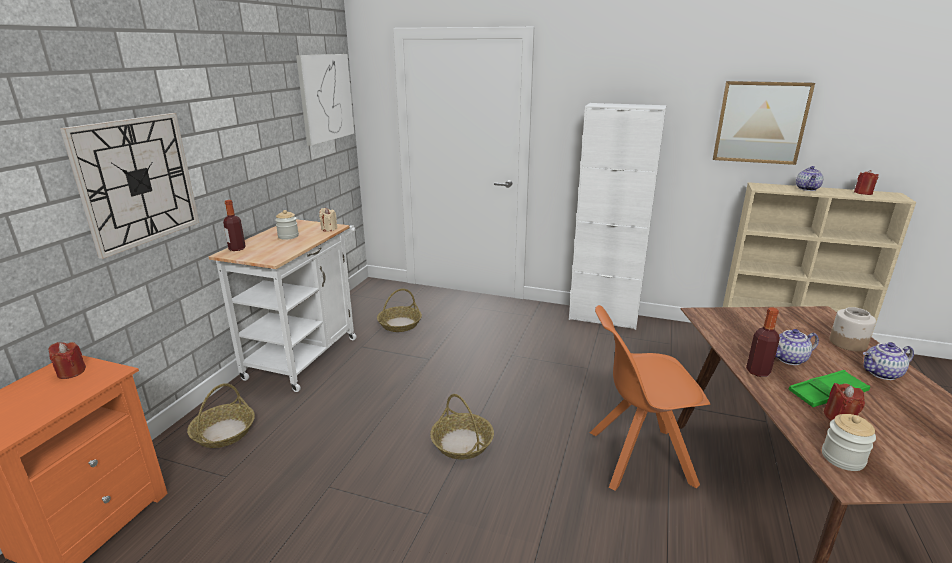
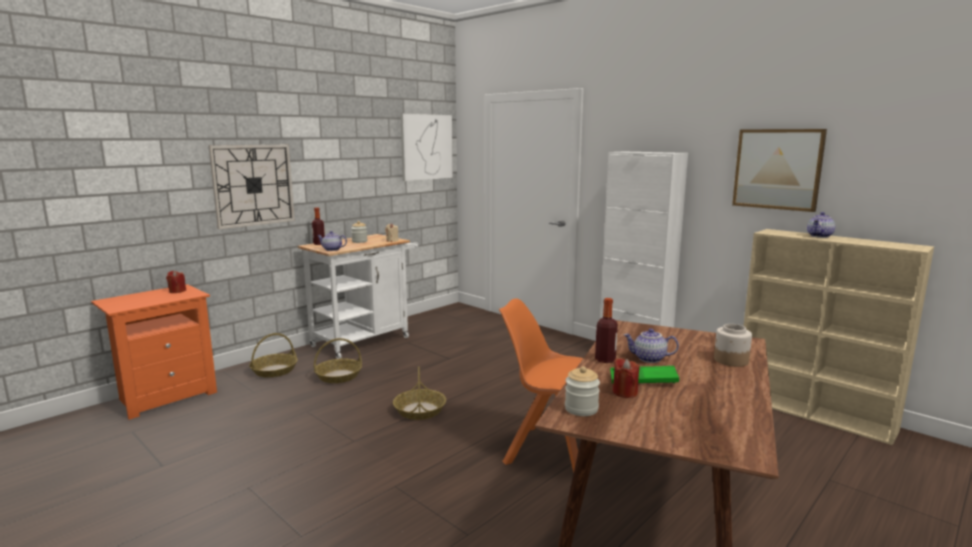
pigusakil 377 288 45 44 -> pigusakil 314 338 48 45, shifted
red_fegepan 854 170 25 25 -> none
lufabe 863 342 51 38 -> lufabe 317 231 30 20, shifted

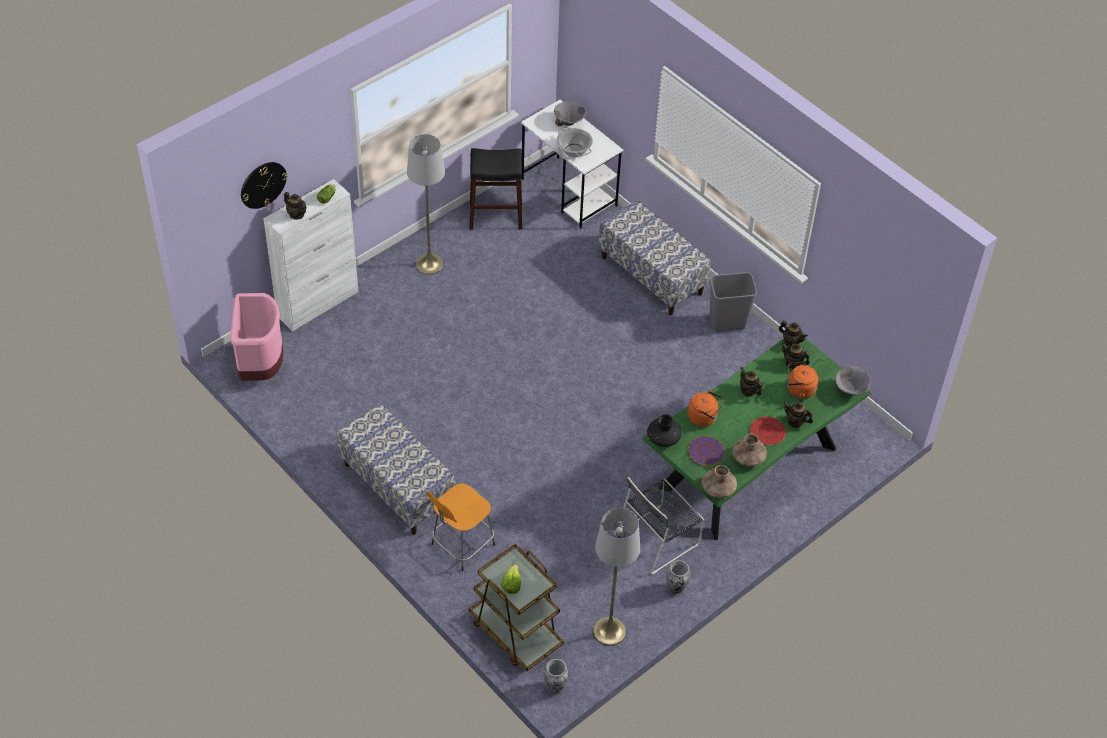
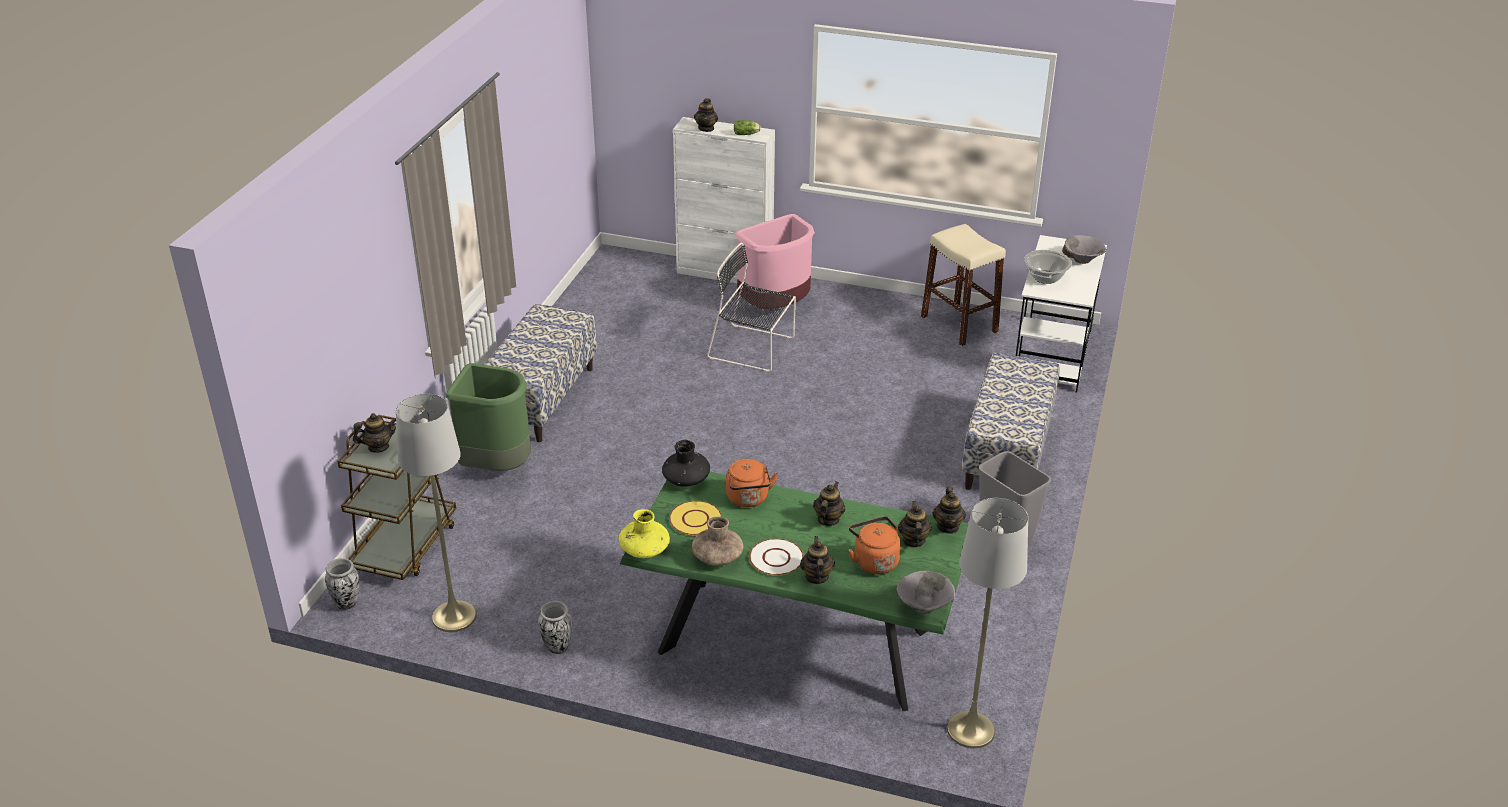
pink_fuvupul 230 293 53 88 -> pink_fuvupul 735 214 80 95, shifted
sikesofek 241 162 46 47 -> none
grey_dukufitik 407 134 38 141 -> grey_dukufitik 947 498 81 250, shifted
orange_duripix 426 484 69 87 -> green_fuvupul 446 363 85 108
black_duripix 470 148 52 82 -> beige_duripix 921 224 85 122
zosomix 501 564 20 30 -> lufabe 353 413 43 40
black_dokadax 614 477 90 97 -> black_dokadax 707 243 89 129, shifted
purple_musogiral 688 436 37 30 -> yellow_musogiral 669 501 53 34
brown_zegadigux 702 465 35 33 -> yellow_zegadigux 619 509 51 49
red_musogiral 750 416 36 29 -> white_musogiral 749 538 55 37

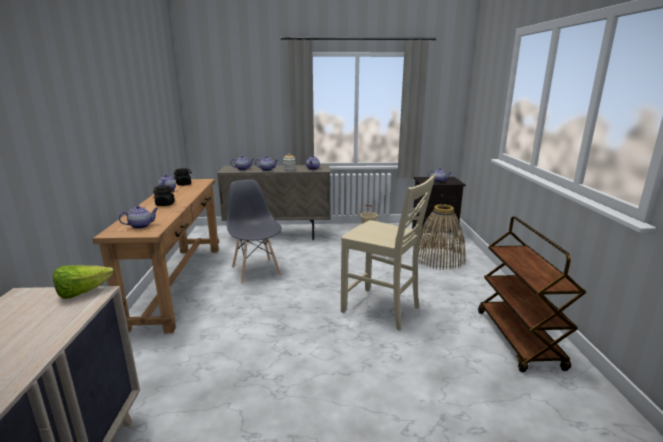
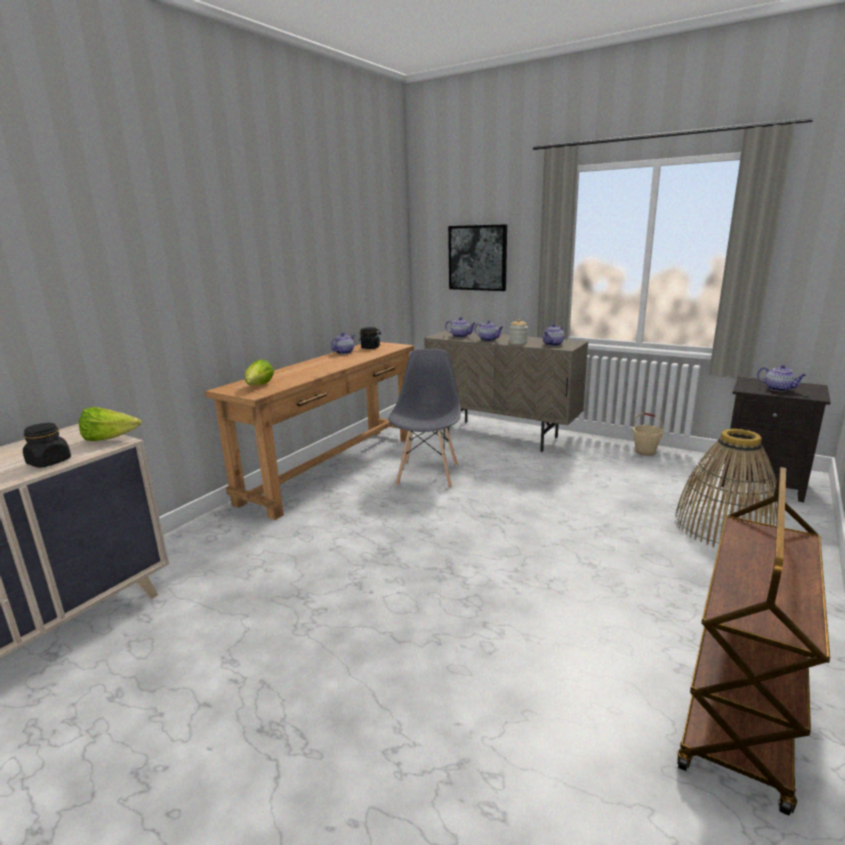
lufabe 119 206 39 23 -> zosomix 245 359 29 26
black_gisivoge 153 185 22 21 -> black_gisivoge 23 423 48 45, shifted
beige_dokadax 341 174 95 157 -> none
none -> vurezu 448 224 59 67

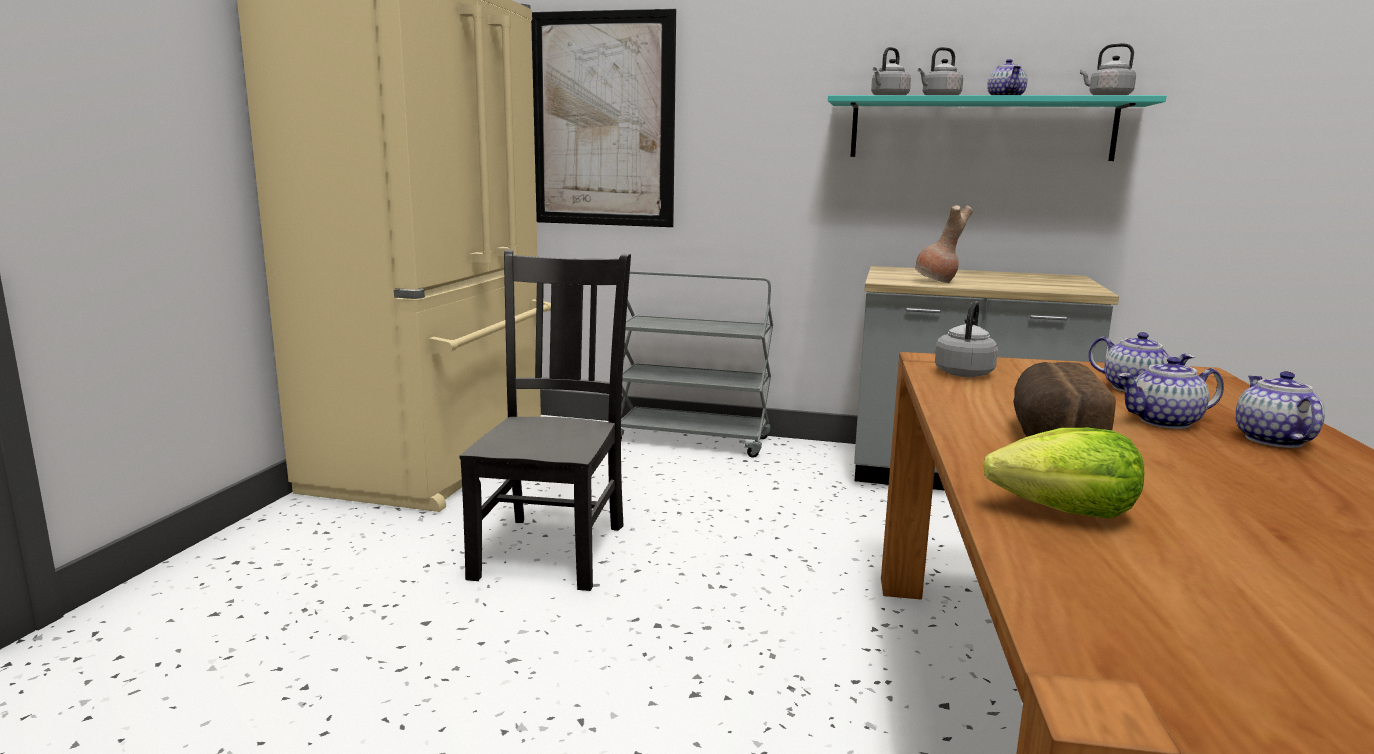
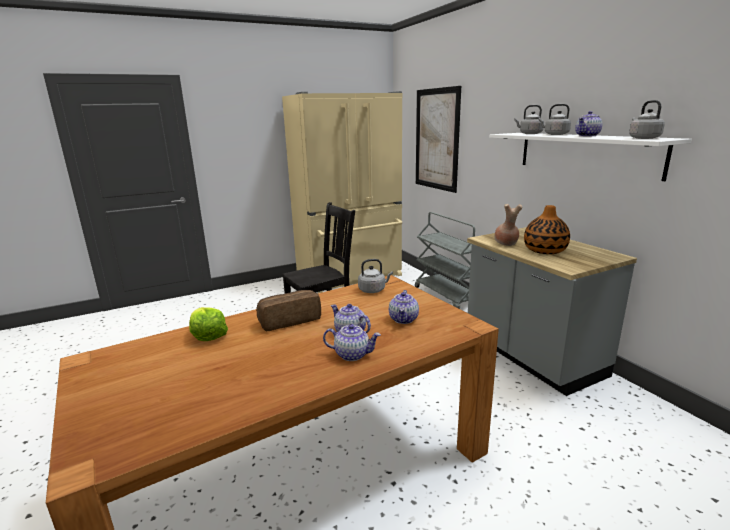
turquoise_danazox 828 95 339 66 -> white_danazox 489 133 203 48
lufabe 1235 371 90 77 -> lufabe 323 324 58 37, 45 degrees clockwise
none -> zegadigux 524 205 46 49

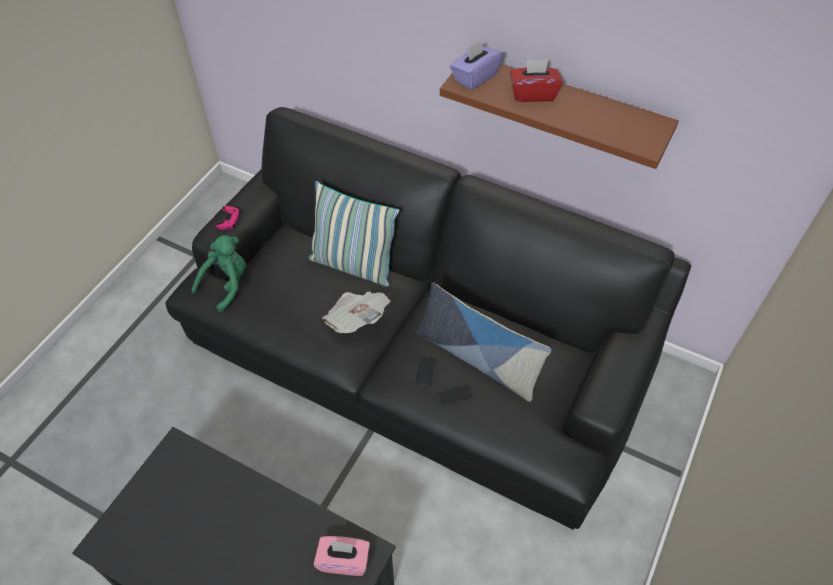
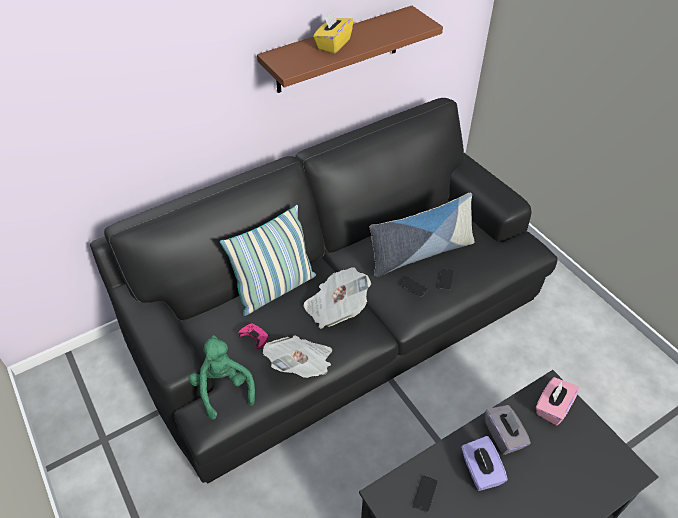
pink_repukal 215 206 25 24 -> pink_repukal 239 323 30 26, shifted
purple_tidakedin 450 40 53 50 -> purple_tidakedin 461 436 47 55, shifted
red_tidakedin 510 60 53 42 -> yellow_tidakedin 313 11 40 43
none -> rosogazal 263 336 69 42
none -> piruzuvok 413 475 25 38
none -> grey_tidakedin 485 405 46 50

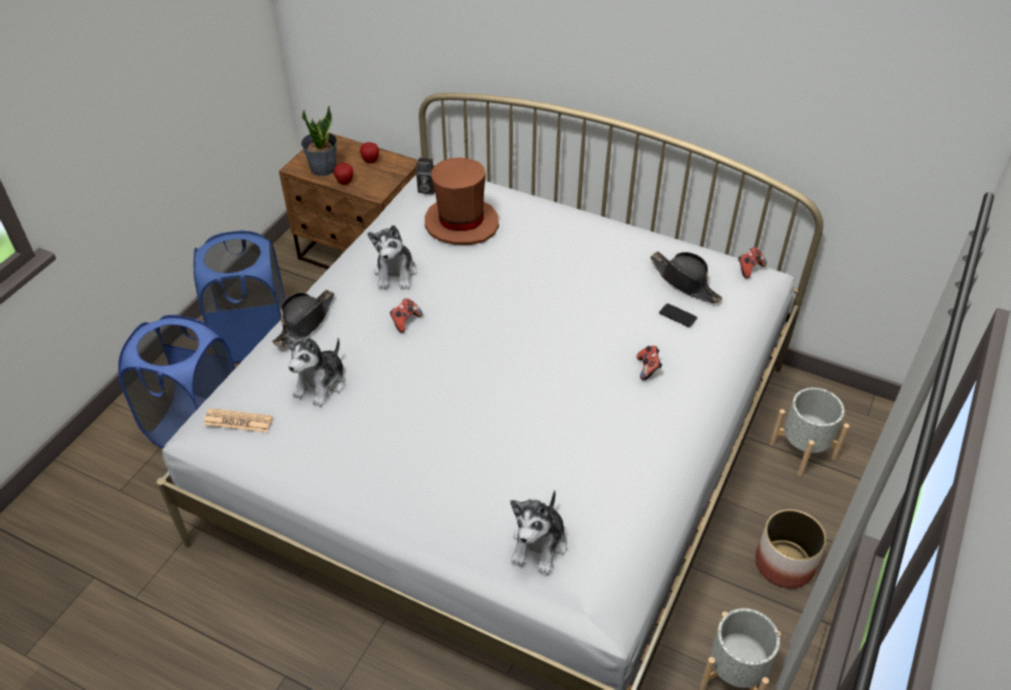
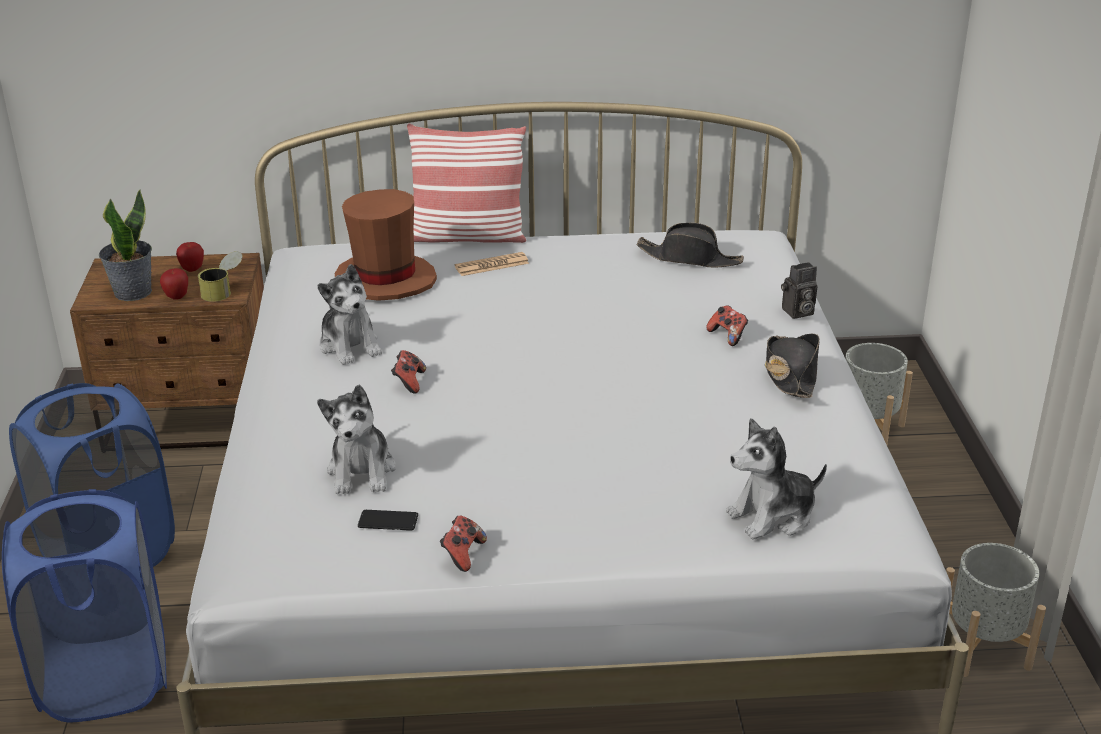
rosogazal 204 408 69 24 -> rosogazal 455 252 74 24, shifted
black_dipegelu 272 290 62 57 -> black_dipegelu 765 334 55 64, shifted
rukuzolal 416 158 19 36 -> rukuzolal 781 262 36 57, shifted
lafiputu 510 490 57 85 -> lafiputu 726 418 101 122, 75 degrees clockwise
piruzuvok 659 303 38 24 -> piruzuvok 358 510 60 21, shifted
repukal 738 247 29 32 -> repukal 440 516 47 56, shifted
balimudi 755 509 72 79 -> none
none -> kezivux 198 251 45 51
none -> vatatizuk 407 124 119 119

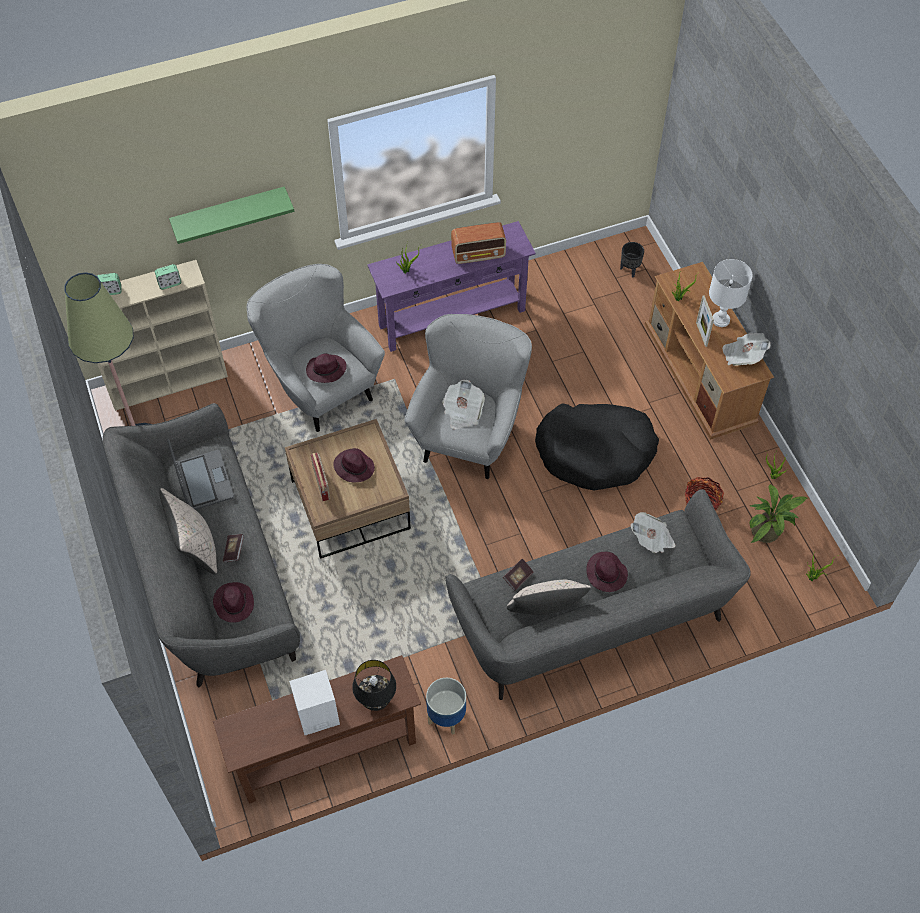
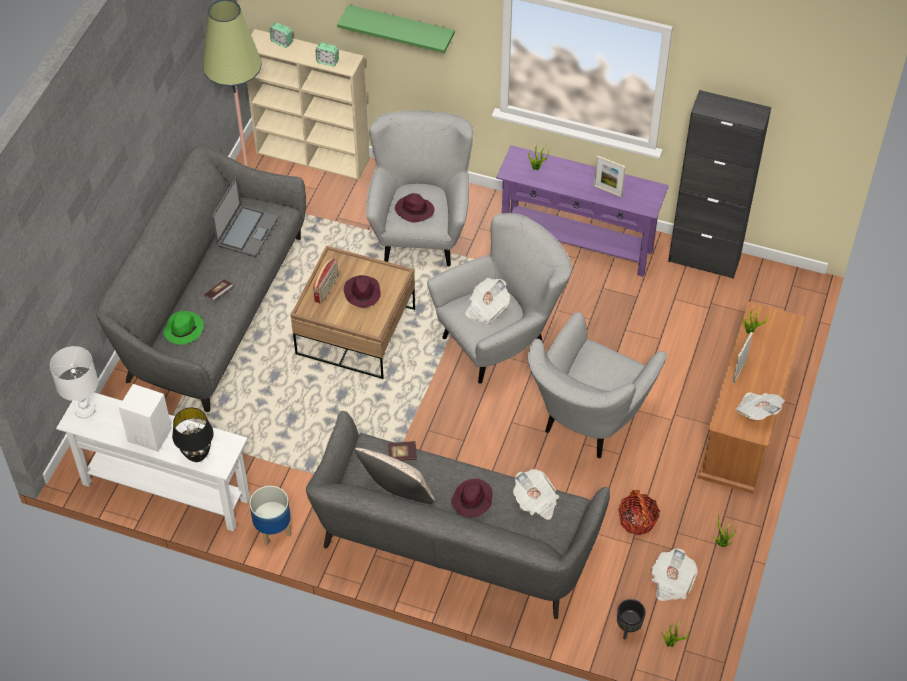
beige_vatatizuk 159 488 58 86 -> none
purple_dipegelu 213 582 41 41 -> green_dipegelu 164 311 40 34
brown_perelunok 213 655 208 149 -> white_perelunok 56 392 194 139
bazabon 451 222 55 42 -> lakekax 594 155 32 42
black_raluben 535 403 124 87 -> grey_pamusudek 528 312 139 146
black_balimudi 620 242 24 36 -> black_balimudi 617 599 28 41, shifted
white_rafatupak 709 259 44 68 -> white_rafatupak 50 346 48 73, shifted
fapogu 749 484 58 59 -> rosogazal 651 548 47 53
none -> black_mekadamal 668 90 103 189

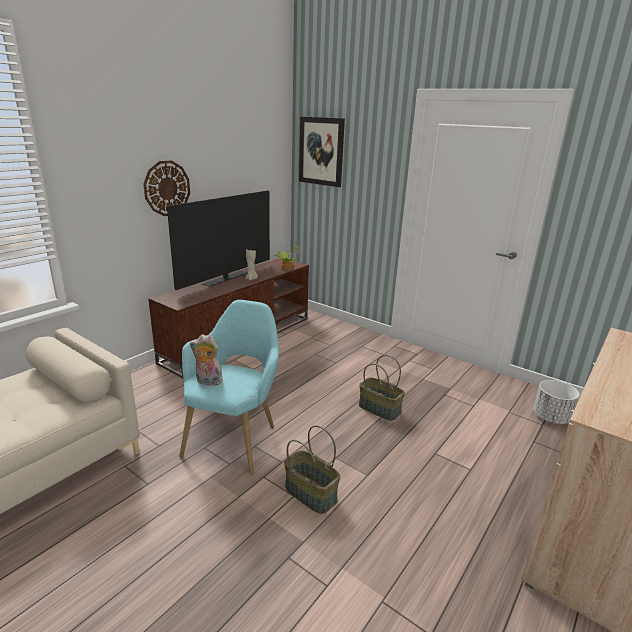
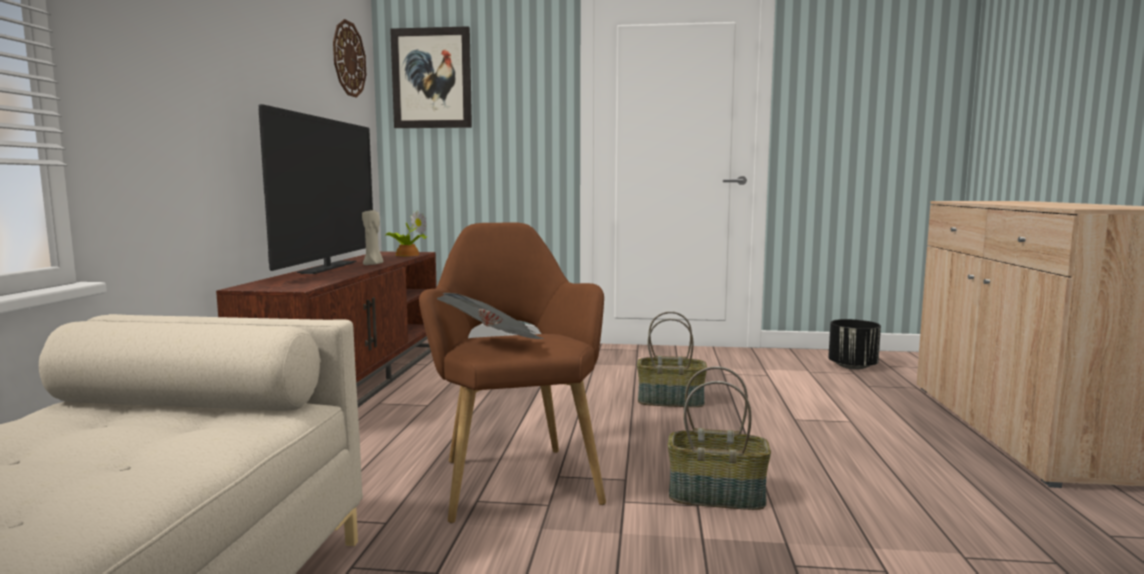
sikesofek 143 160 47 56 -> sikesofek 333 19 33 79, shifted
turquoise_pamusudek 179 300 100 175 -> brown_pamusudek 419 222 187 301
lafiputu 190 334 33 52 -> rosogazal 437 293 107 46
white_balimudi 533 380 46 44 -> black_balimudi 828 319 53 51

